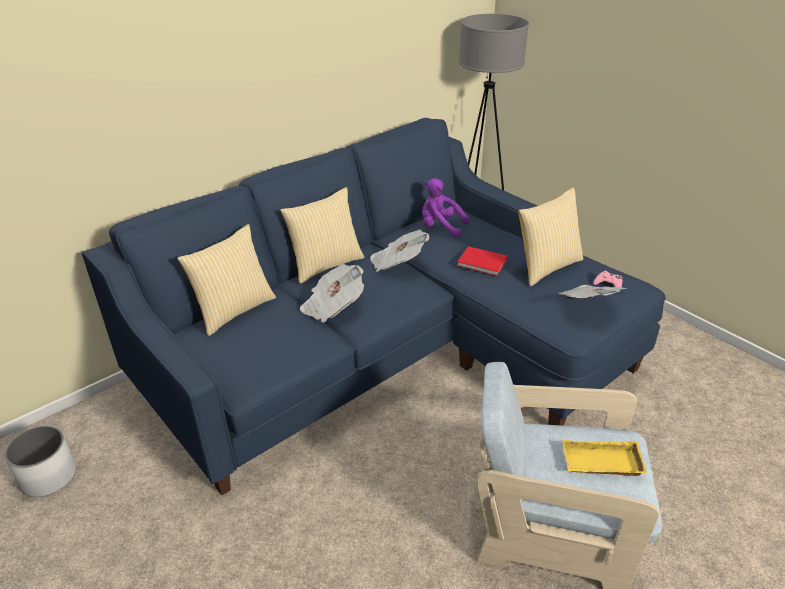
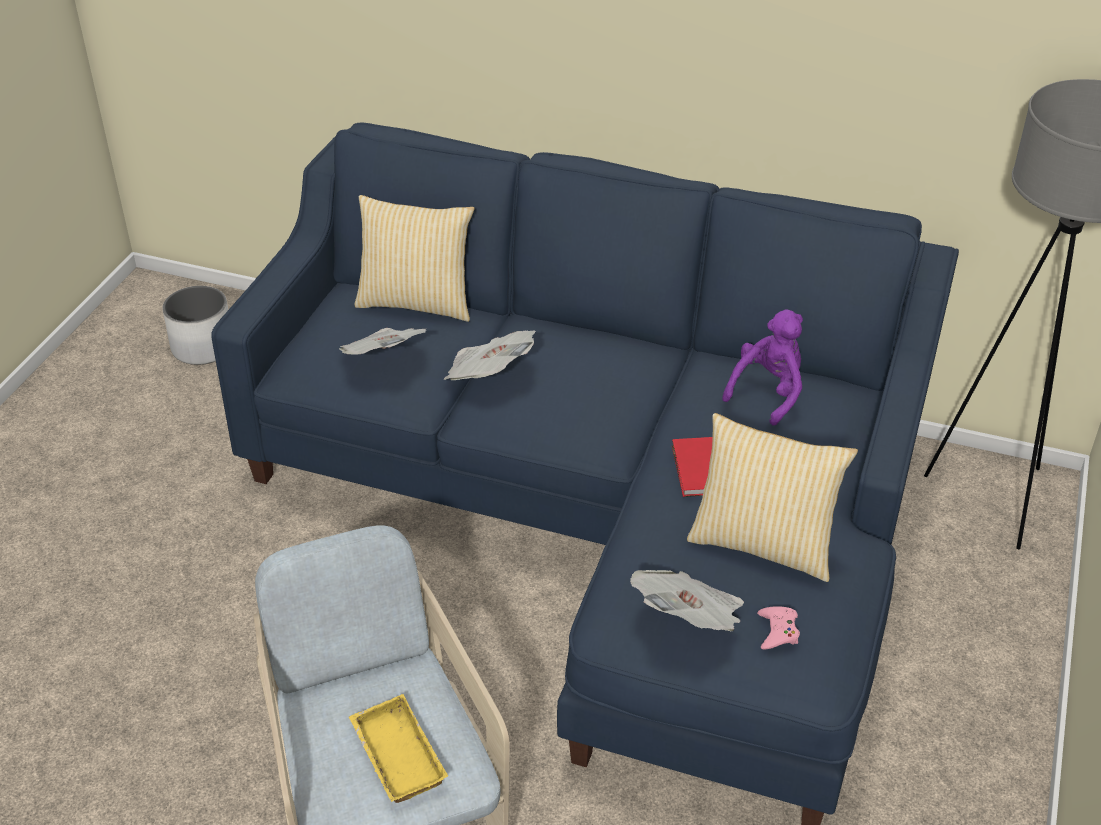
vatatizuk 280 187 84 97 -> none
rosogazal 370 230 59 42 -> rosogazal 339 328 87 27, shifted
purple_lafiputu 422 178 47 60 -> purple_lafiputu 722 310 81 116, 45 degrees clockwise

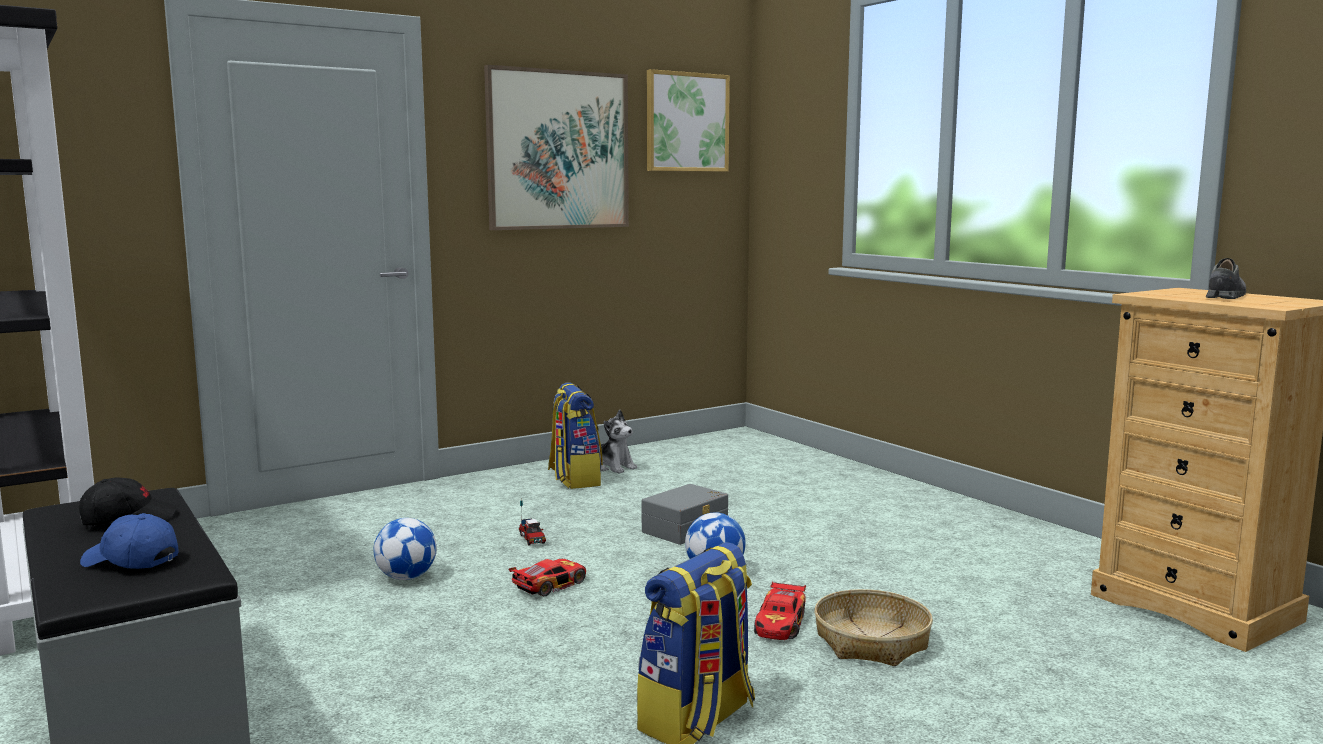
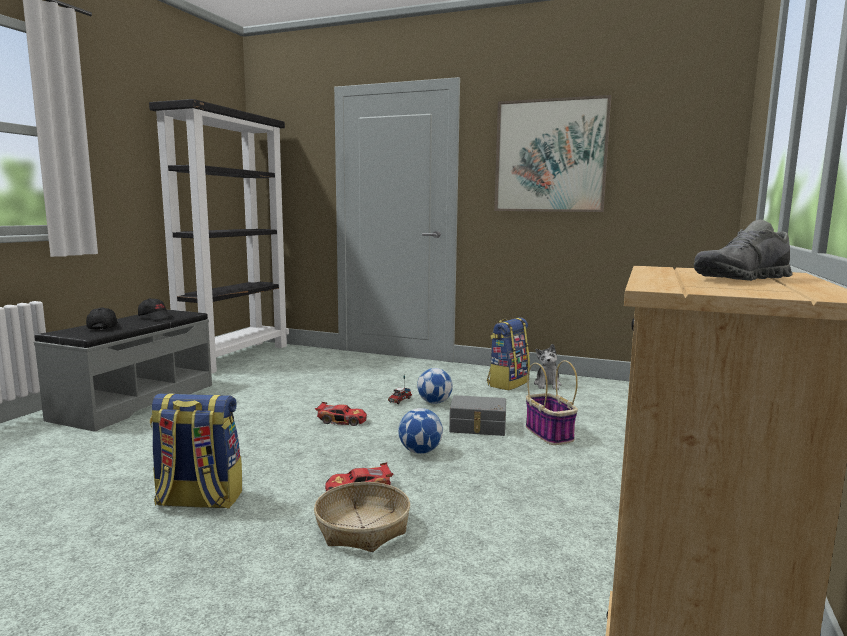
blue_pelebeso 80 513 99 56 -> black_pelebeso 86 307 34 22
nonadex 374 518 63 62 -> nonadex 417 368 36 36, shifted
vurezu 647 69 83 103 -> none
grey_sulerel 1206 258 40 41 -> grey_sulerel 694 219 98 62, 150 degrees clockwise
none -> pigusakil 526 360 52 85

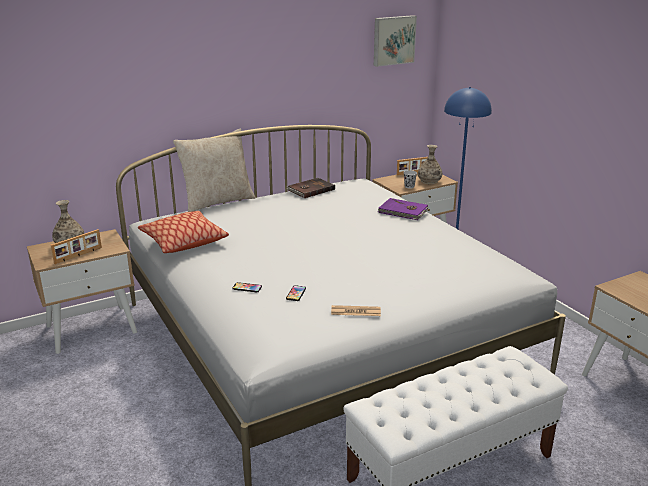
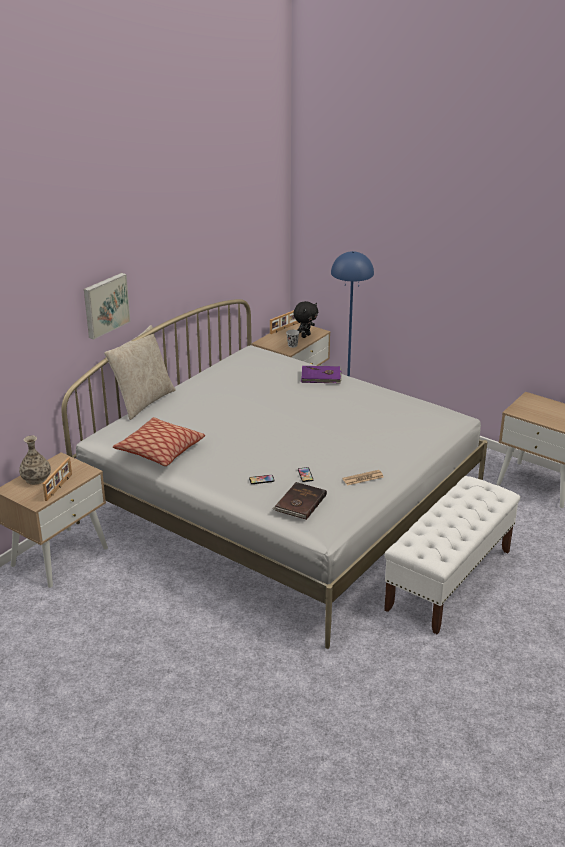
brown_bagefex 286 178 49 20 -> brown_bagefex 273 482 54 38, shifted
vurezu 374 15 43 52 -> vurezu 84 273 46 67, shifted
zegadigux 418 145 24 39 -> black_lafiputu 293 301 25 37

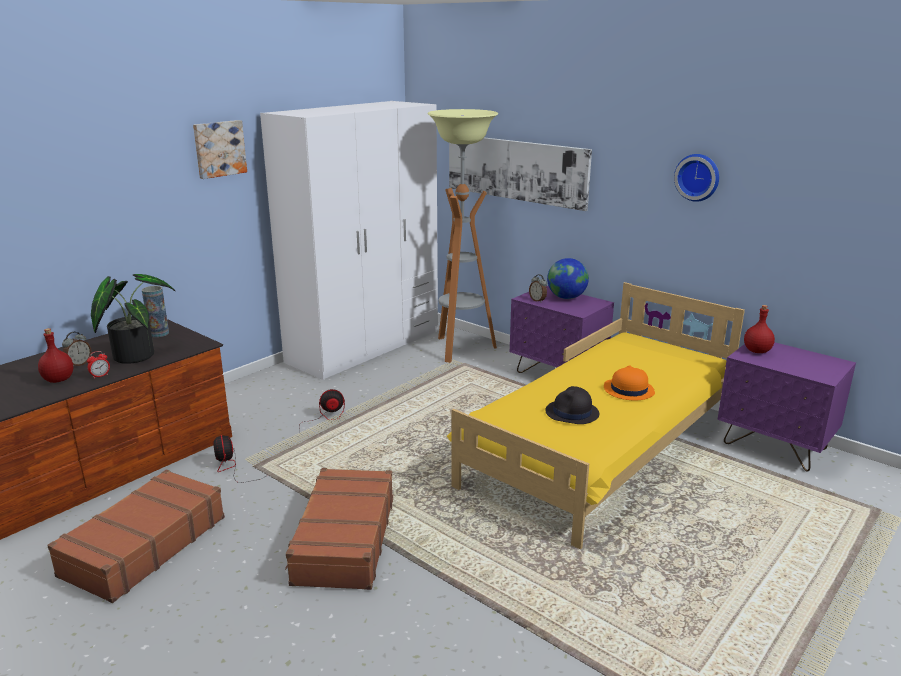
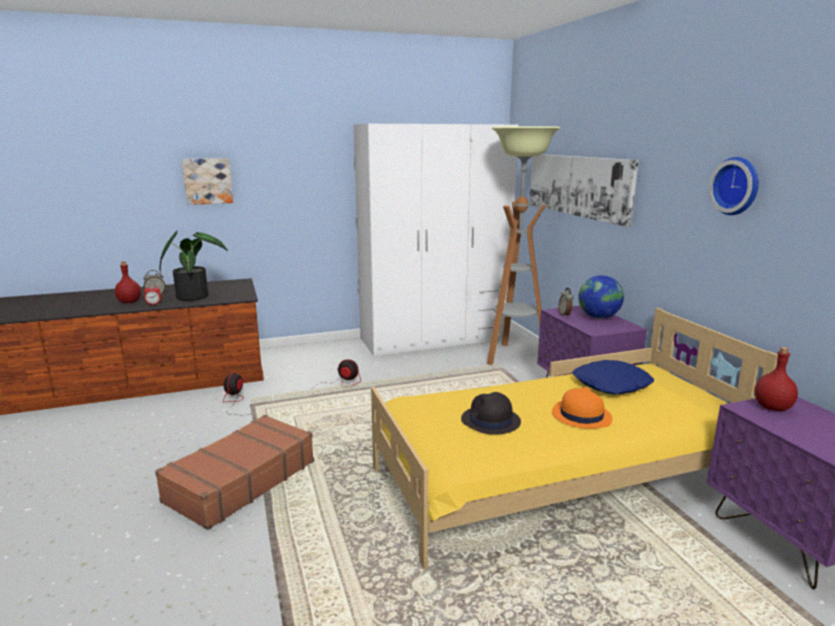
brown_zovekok 47 469 178 134 -> none
zegadigux 142 286 27 51 -> none
vurezu 193 120 54 59 -> vurezu 182 158 51 47, shifted
none -> blue_vatatizuk 572 360 82 35

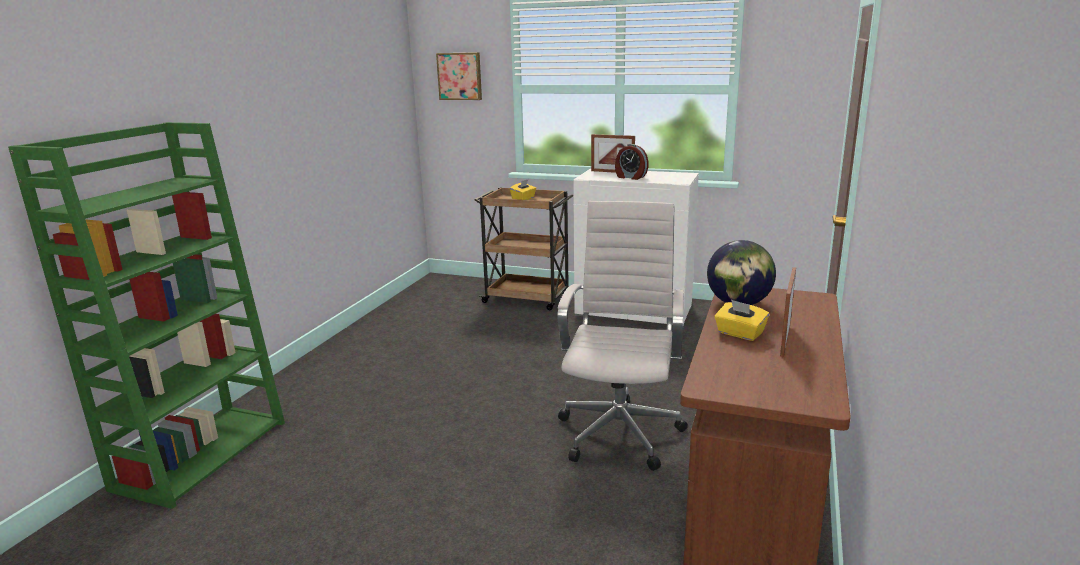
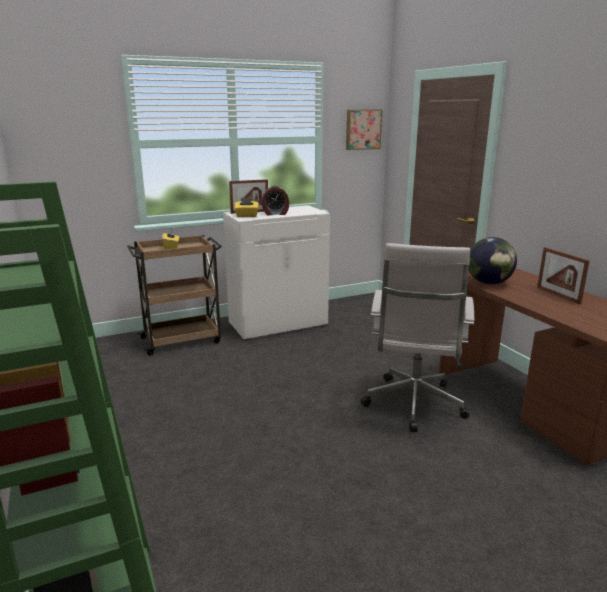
vurezu 436 52 46 48 -> vurezu 346 110 36 40, shifted
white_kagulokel 557 201 131 270 -> white_kagulokel 361 243 113 189, 135 degrees counterclockwise
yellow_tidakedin 714 300 55 41 -> yellow_tidakedin 234 198 25 19, shifted

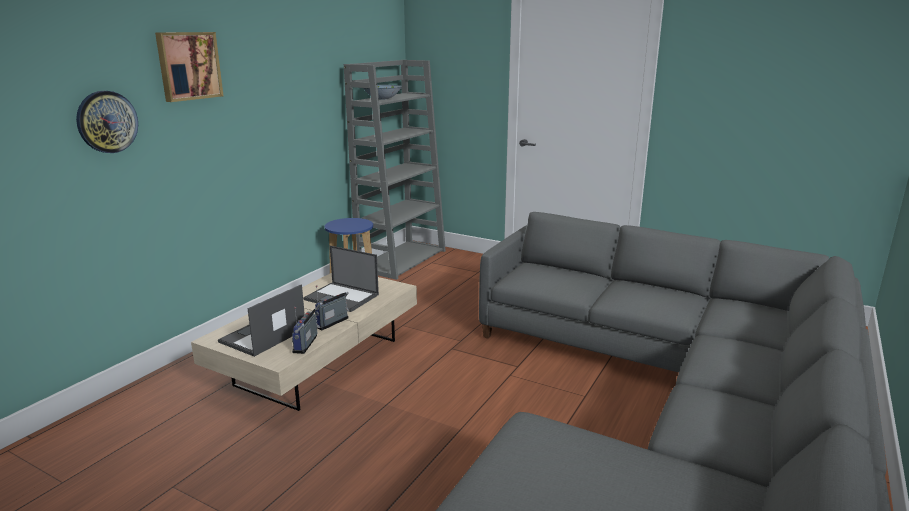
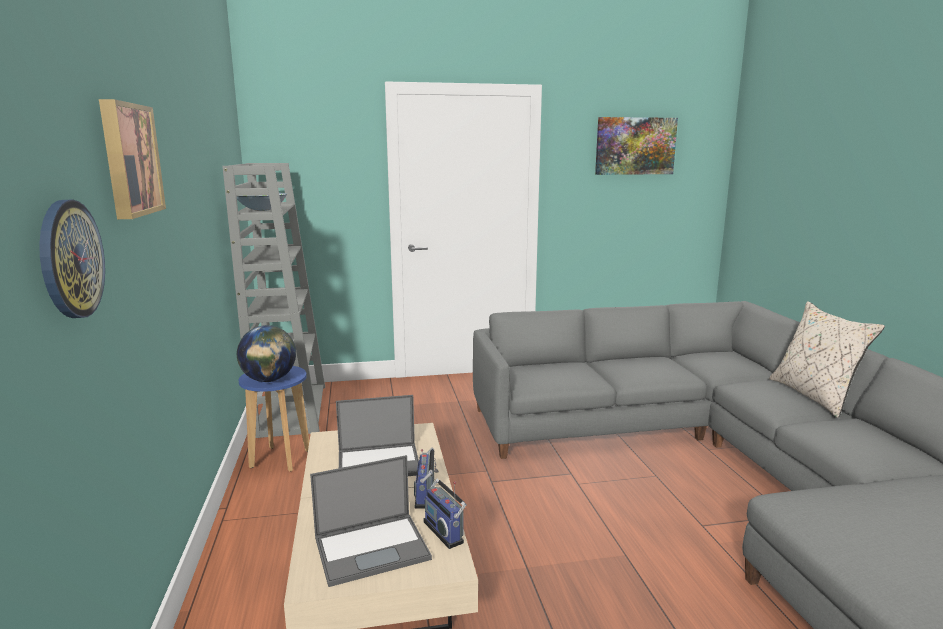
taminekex 218 284 87 73 -> taminekex 310 455 122 132, 105 degrees counterclockwise
none -> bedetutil 237 325 59 57
none -> vurezu 595 117 83 58
none -> beige_vatatizuk 769 301 116 117

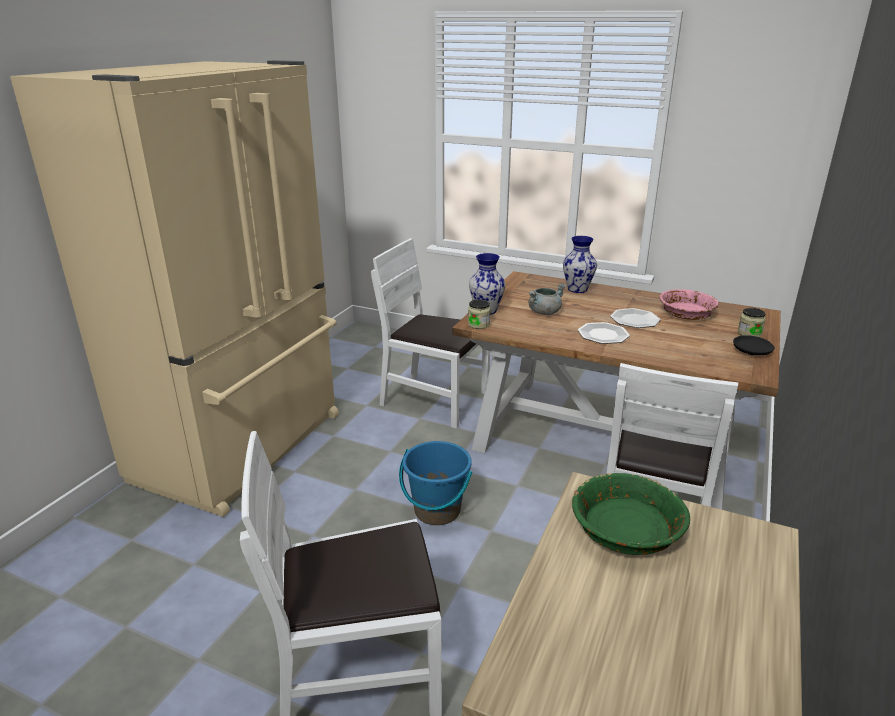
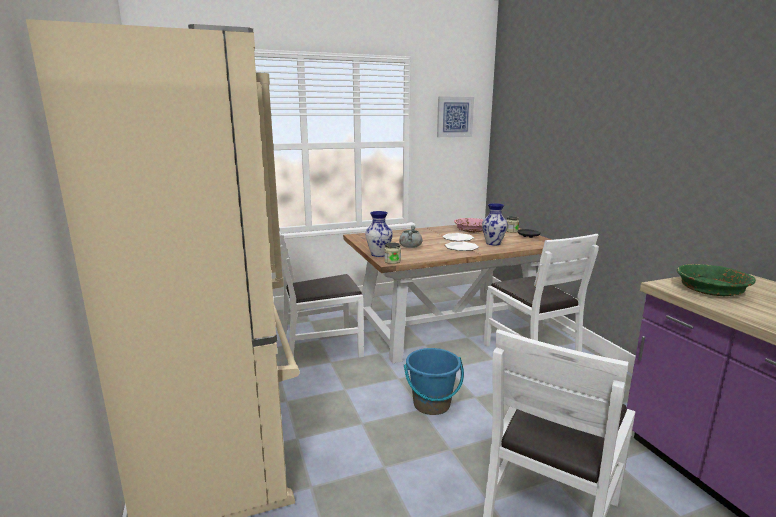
zegadigux 563 236 34 57 -> zegadigux 482 203 26 42, shifted
none -> vurezu 437 96 37 41

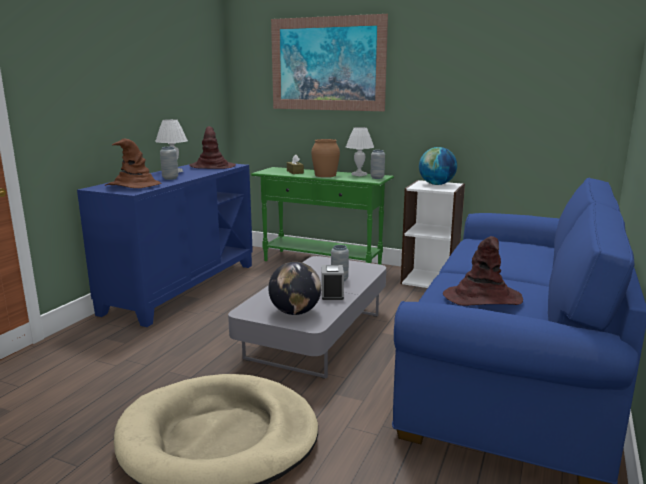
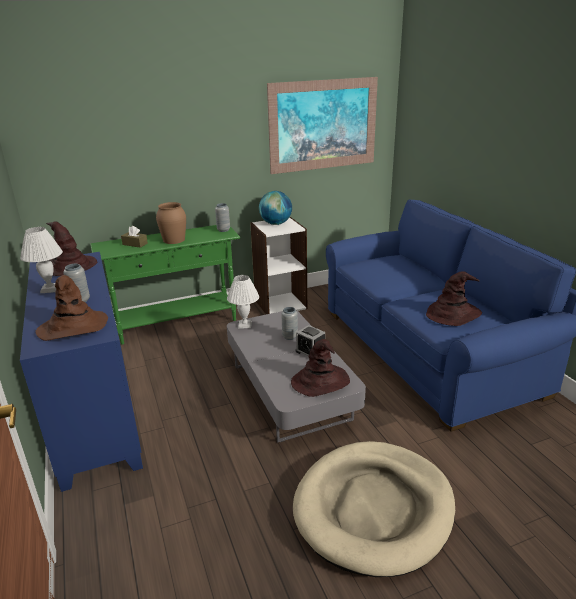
bedetutil 268 262 53 53 -> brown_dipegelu 291 339 59 58
vurezu 271 14 117 97 -> vurezu 267 77 111 97, shifted
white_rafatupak 346 127 28 49 -> white_rafatupak 227 275 32 53, shifted

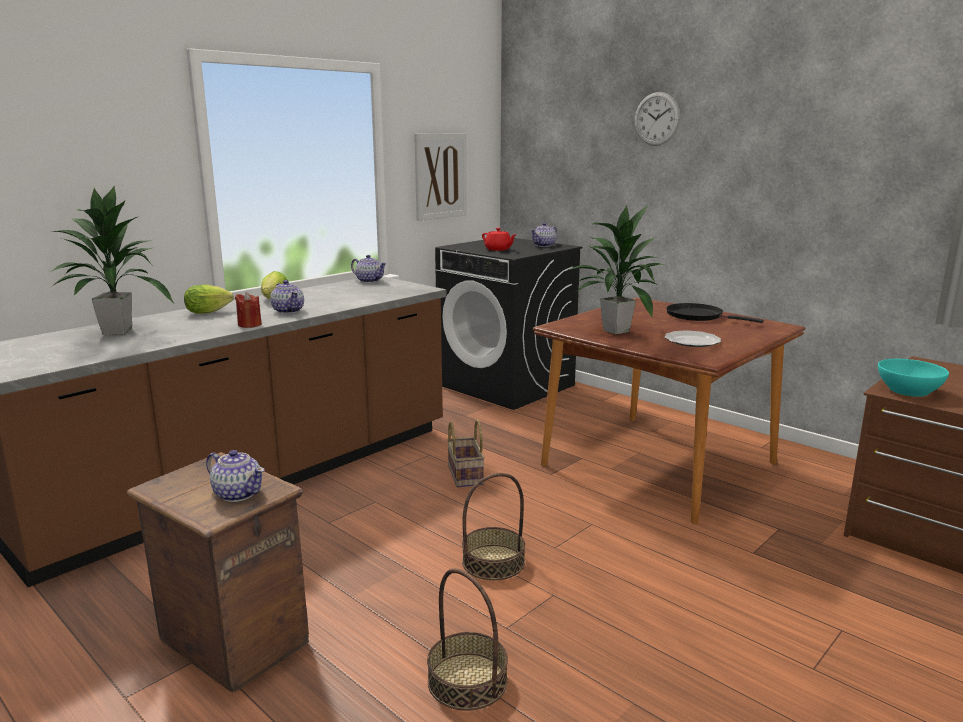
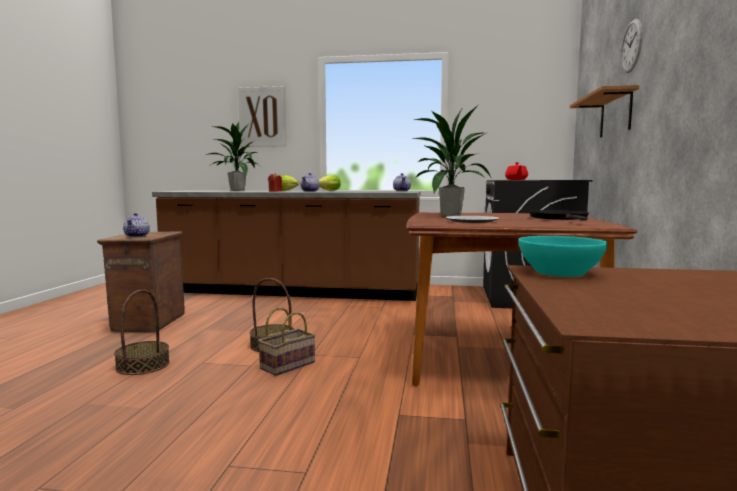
vurezu 414 133 53 88 -> vurezu 238 86 48 61, shifted
pigusakil 447 419 38 69 -> pigusakil 258 307 58 69, shifted
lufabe 531 223 27 24 -> none
none -> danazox 570 85 69 52

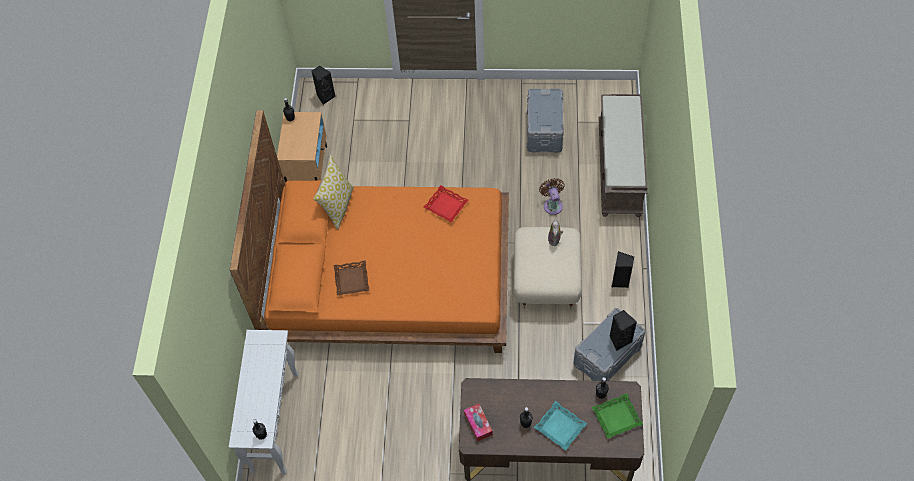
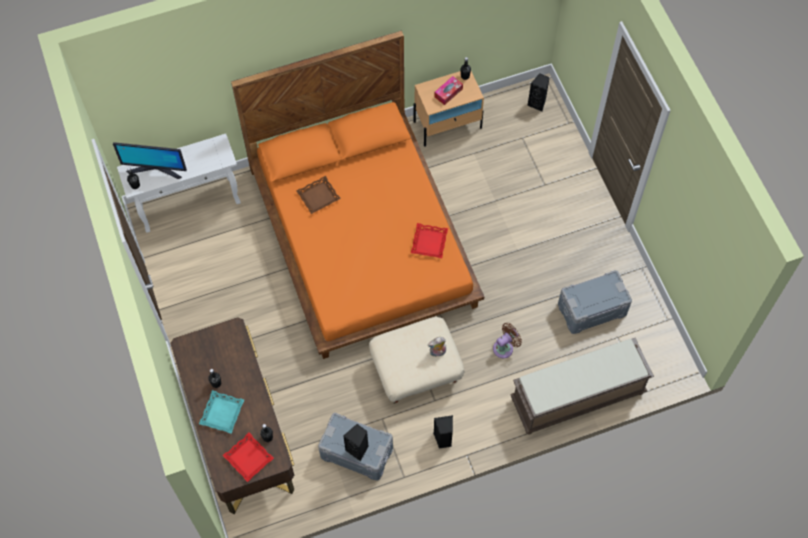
vatatizuk 313 155 41 74 -> none
tidakedin 464 404 29 38 -> tidakedin 434 76 29 29, shifted
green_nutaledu 592 393 51 46 -> red_nutaledu 222 433 52 49
none -> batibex 113 142 74 37

